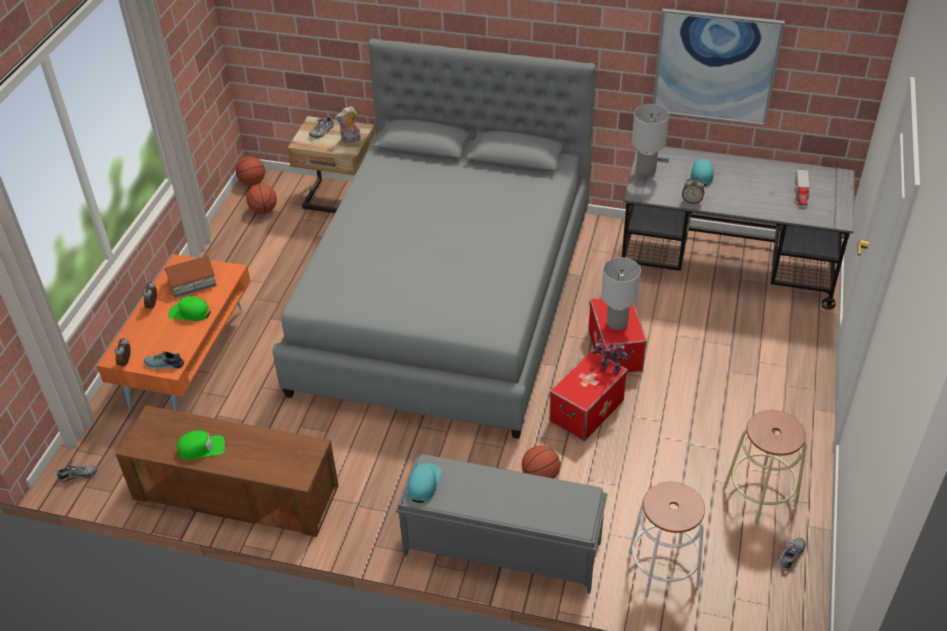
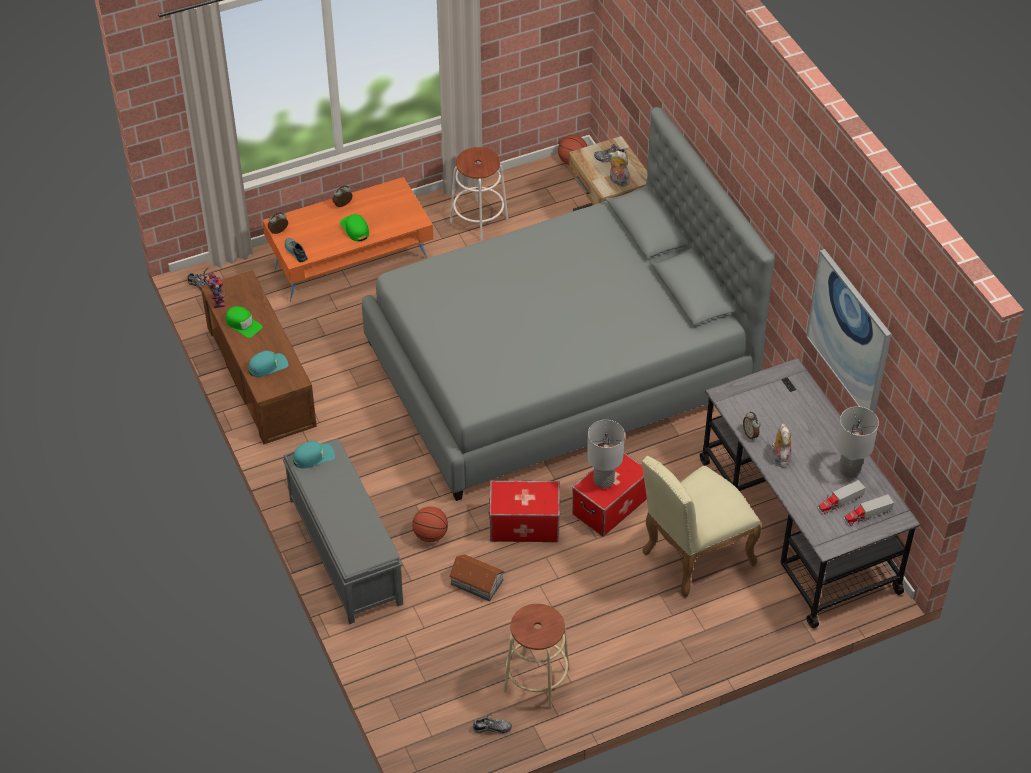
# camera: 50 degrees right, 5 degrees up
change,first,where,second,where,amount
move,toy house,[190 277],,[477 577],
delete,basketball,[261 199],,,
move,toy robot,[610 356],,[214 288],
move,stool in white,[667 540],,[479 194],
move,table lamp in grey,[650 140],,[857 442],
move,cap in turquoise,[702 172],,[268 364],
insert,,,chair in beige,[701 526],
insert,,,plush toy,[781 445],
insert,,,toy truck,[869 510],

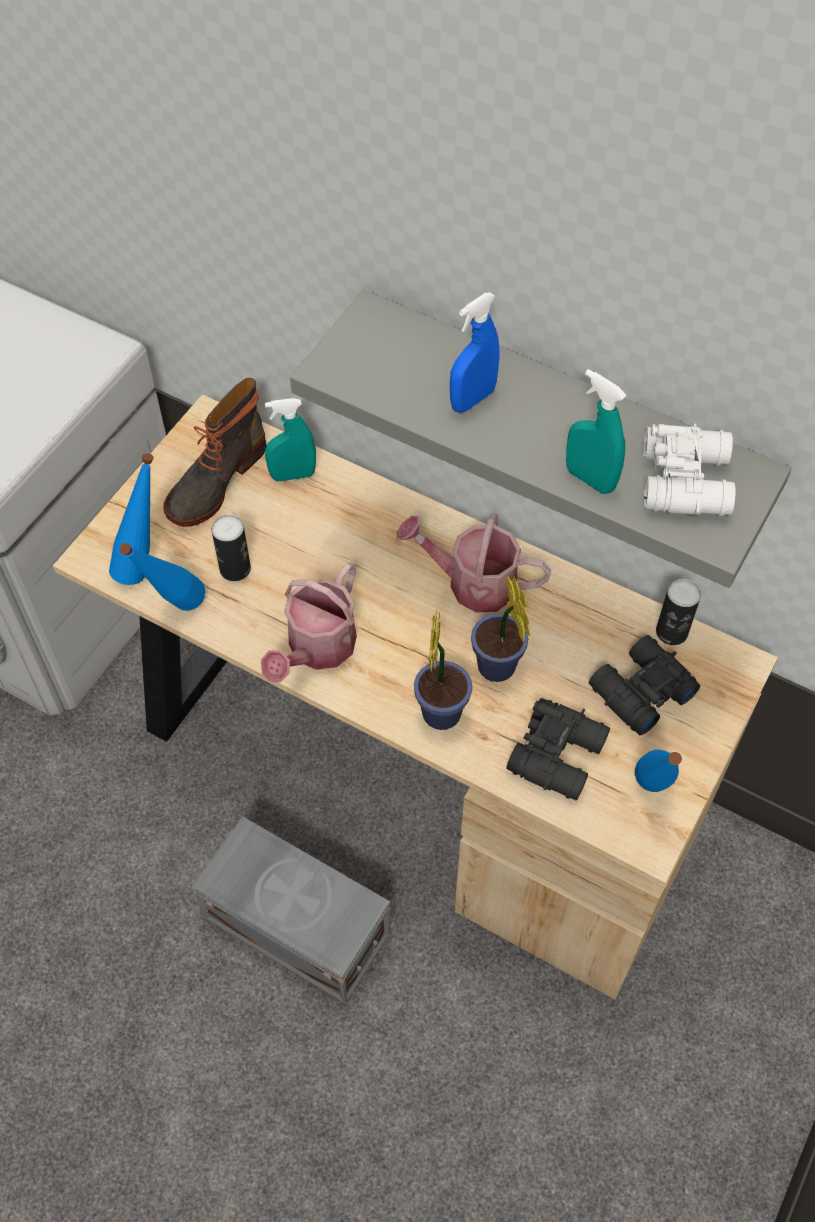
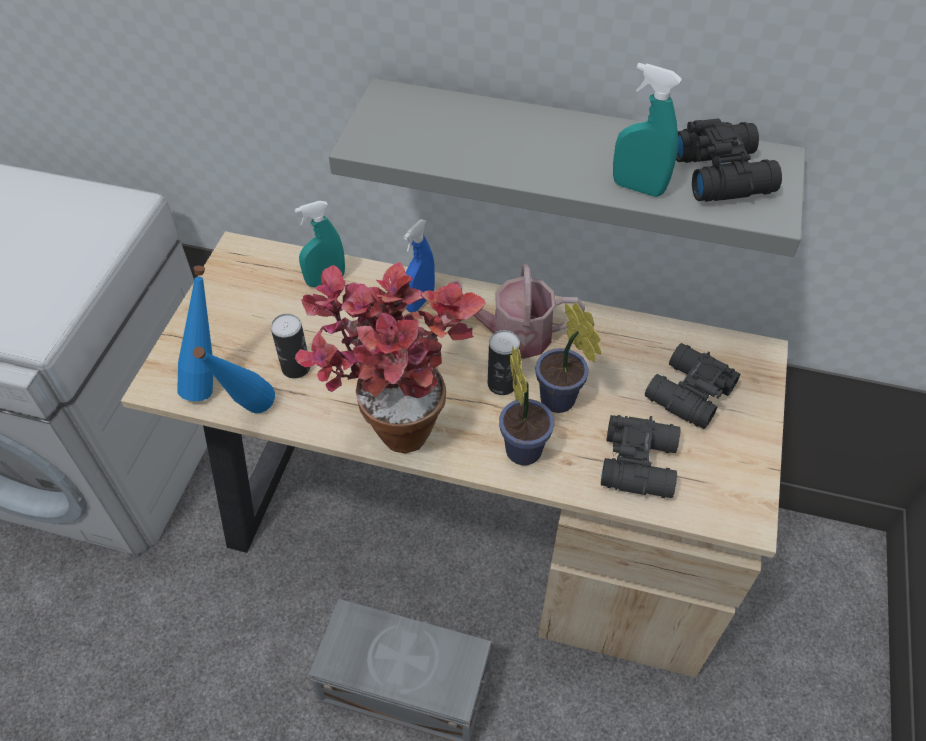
# camera: 15 degrees left, 5 degrees down
change,first,where,second,where,amount
delete,boot,[214 452],,,
replace,watering can,[309 622],potted plant,[390 357],
move,spray bottle in blue,[475 352],,[419 265],
delete,bottle in blue,[658 771],,,
recolor,binoculars in white,[689 469],binoculars in black,[729 160],
move,can,[678 612],,[504 362],

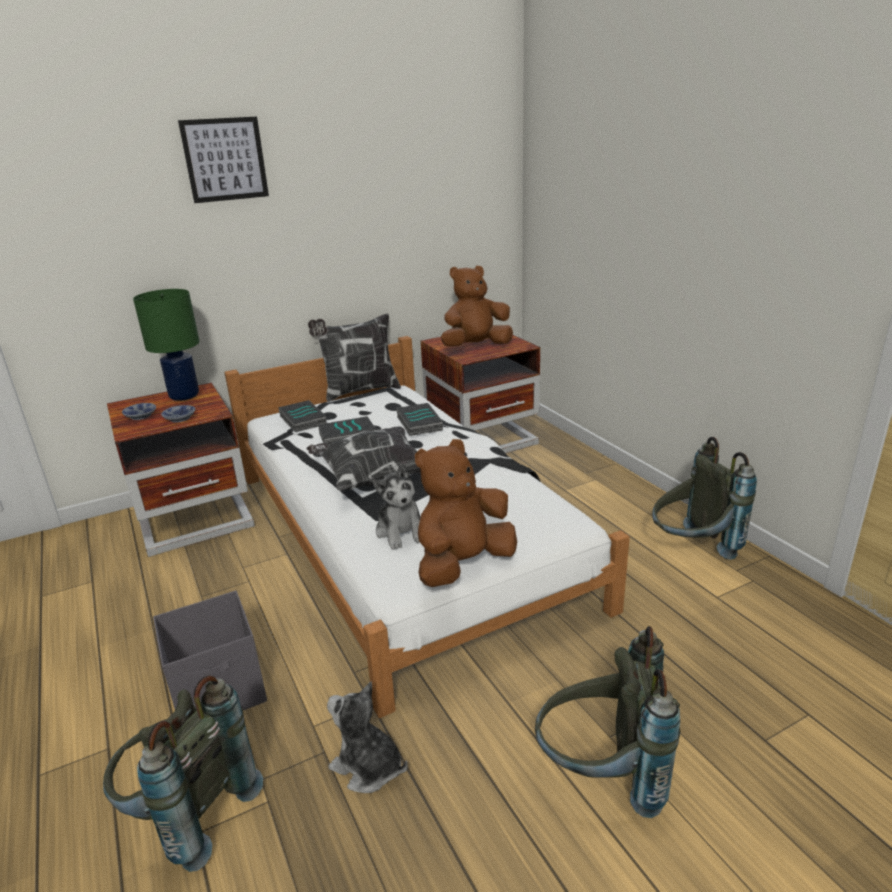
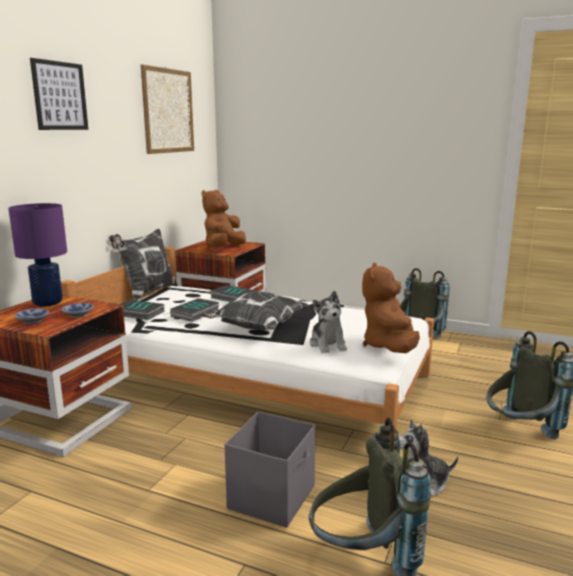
# camera: 40 degrees left, 10 degrees down
change,first,where,second,where,amount
recolor,table lamp in green,[166 345],table lamp in purple,[37 255],
rotate,plush toy,[396 507],,[328 322],45 degrees clockwise
insert,,,picture,[167 109],

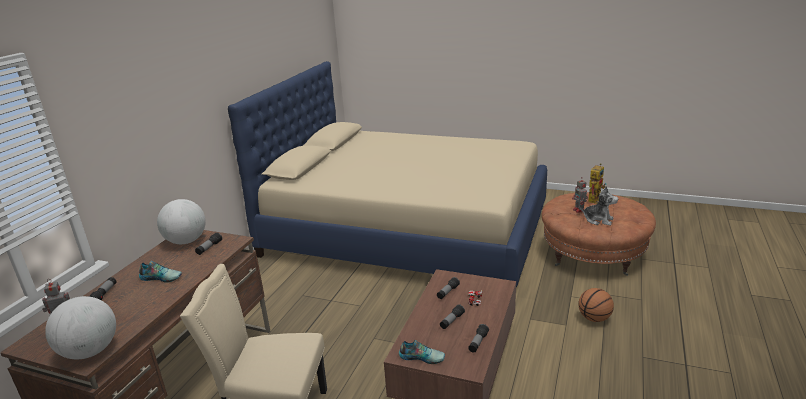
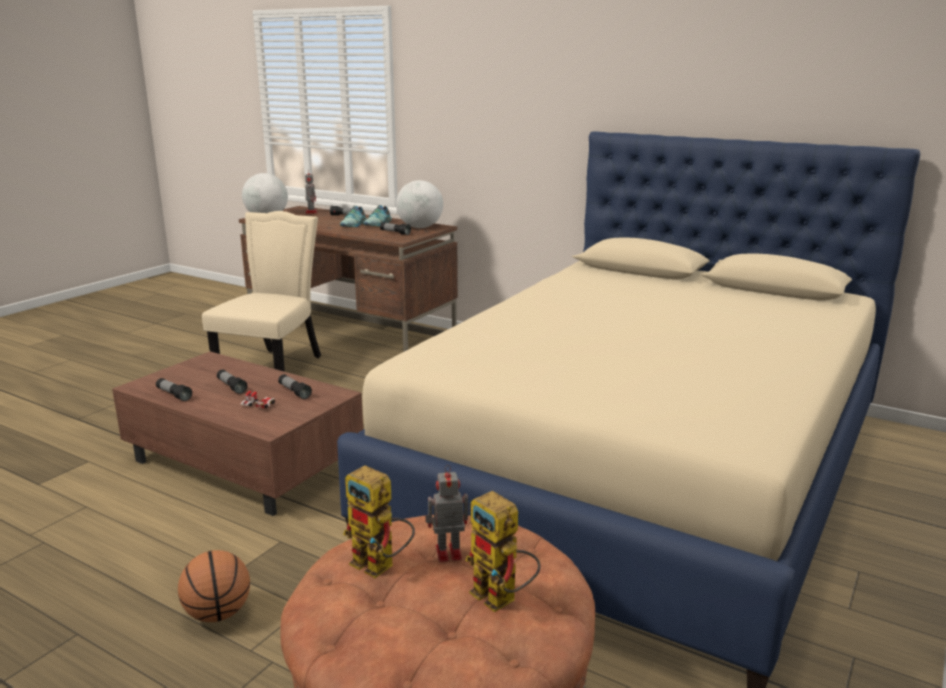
# camera: 100 degrees right, 5 degrees down
change,first,where,second,where,amount
move,shoe,[422 352],,[378 216],
replace,plush toy,[598 206],toy robot,[379 521],

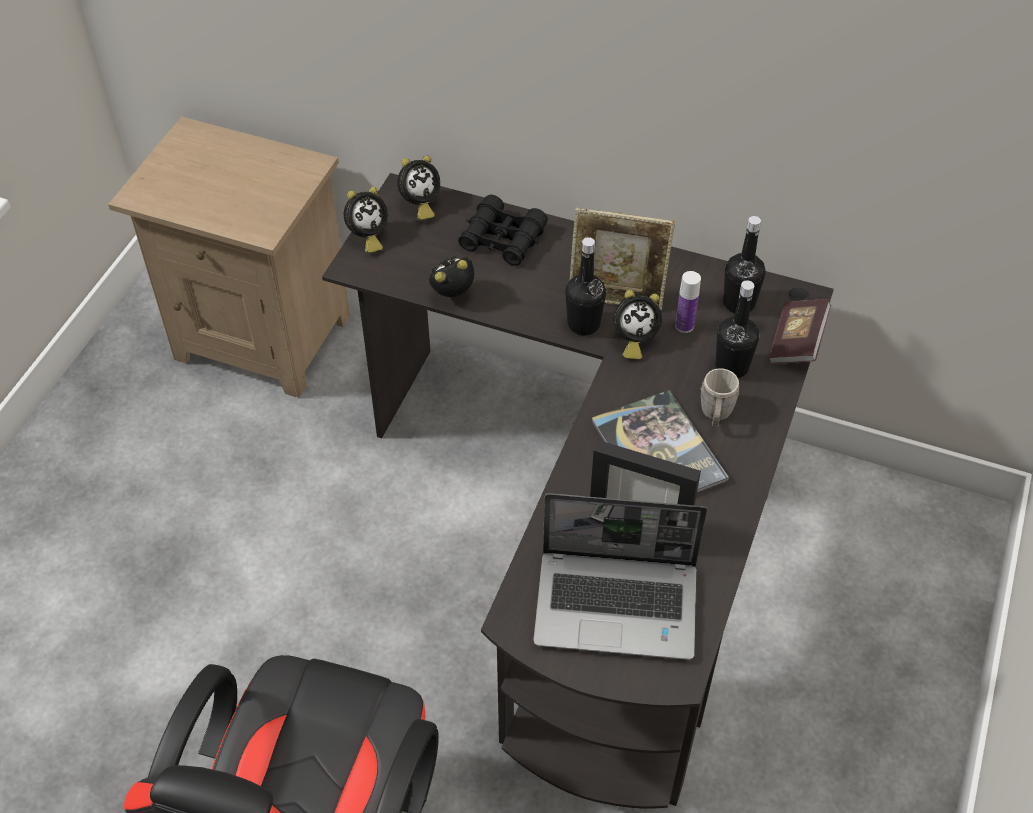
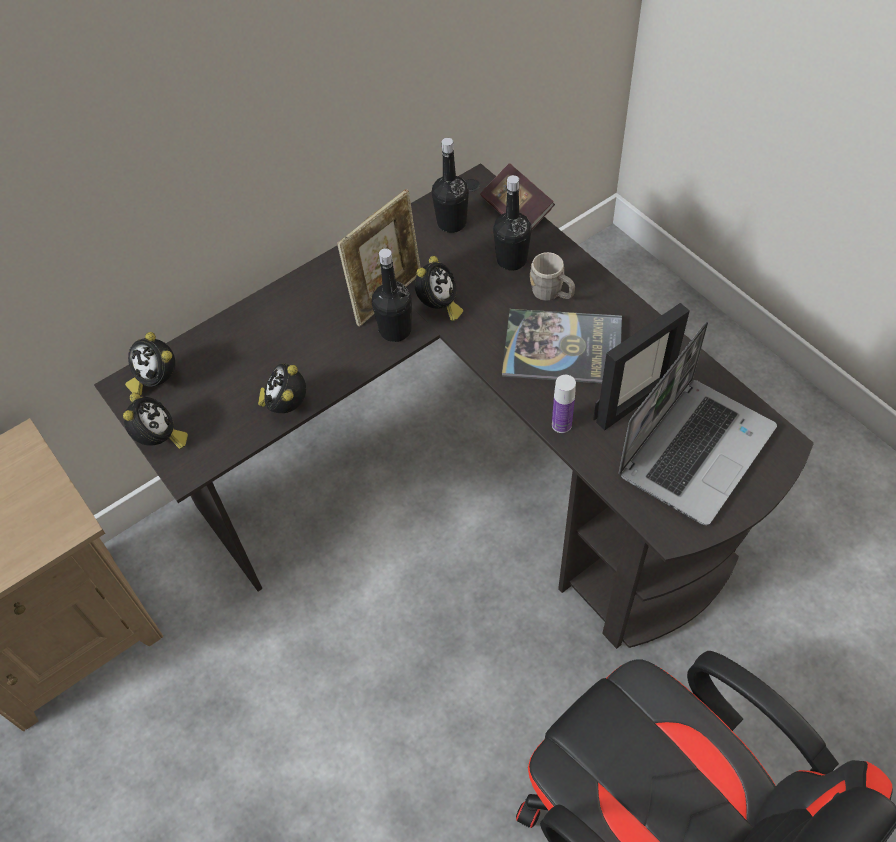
# camera: 55 degrees left, 5 degrees up
change,first,where,second,where,amount
rotate,alarm clock,[418 187],,[150 364],135 degrees clockwise
delete,binoculars in black,[503 230],,,
move,bottle,[688 302],,[564 404],

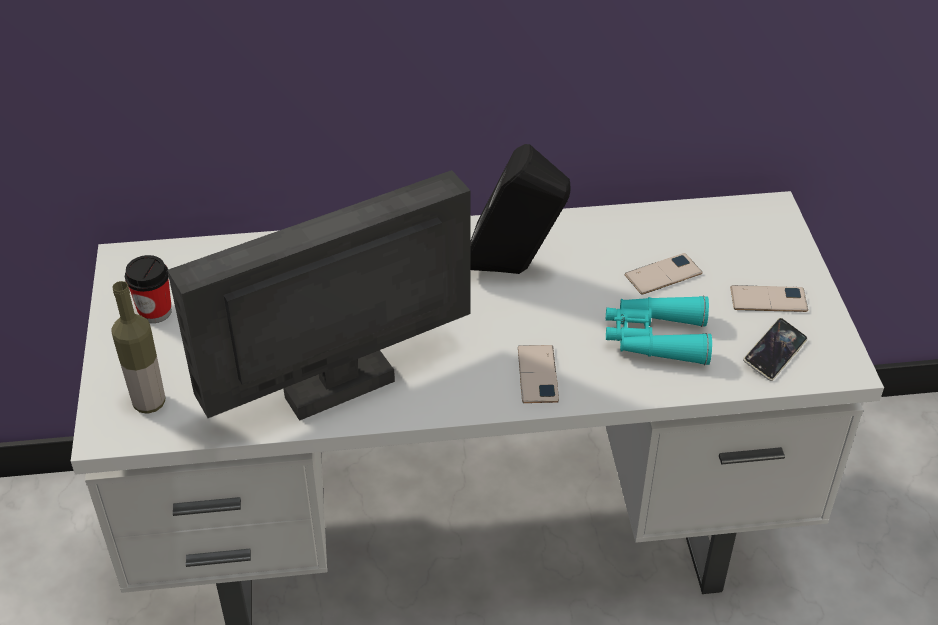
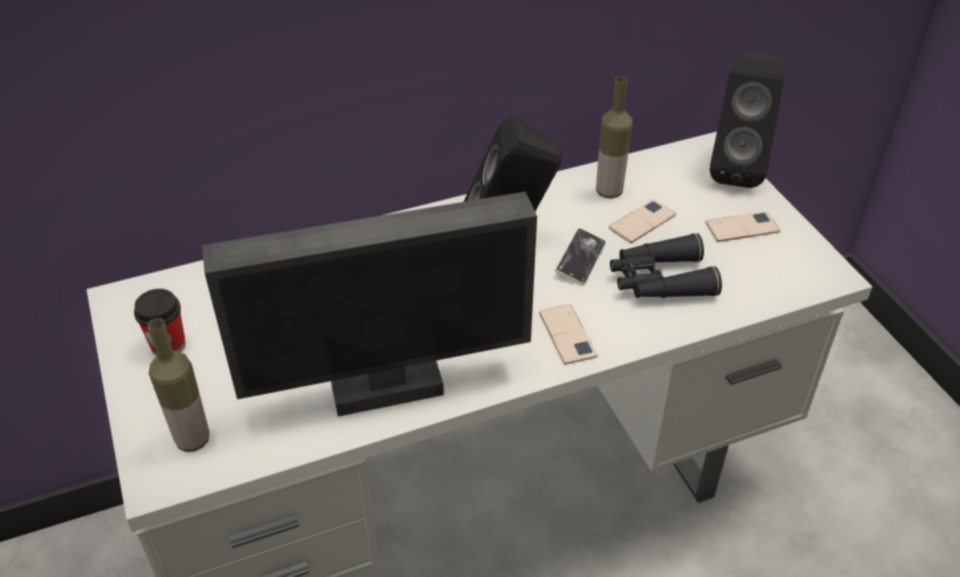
# camera: 15 degrees left, 0 degrees up
change,first,where,second,where,amount
rotate,monitor,[319 295],,[369 304],150 degrees counterclockwise
recolor,binoculars in turquoise,[659 330],binoculars in black,[666 265],
move,phone,[775 349],,[580 256],
insert,,,bottle,[614 137],
insert,,,speaker in black,[747 120],

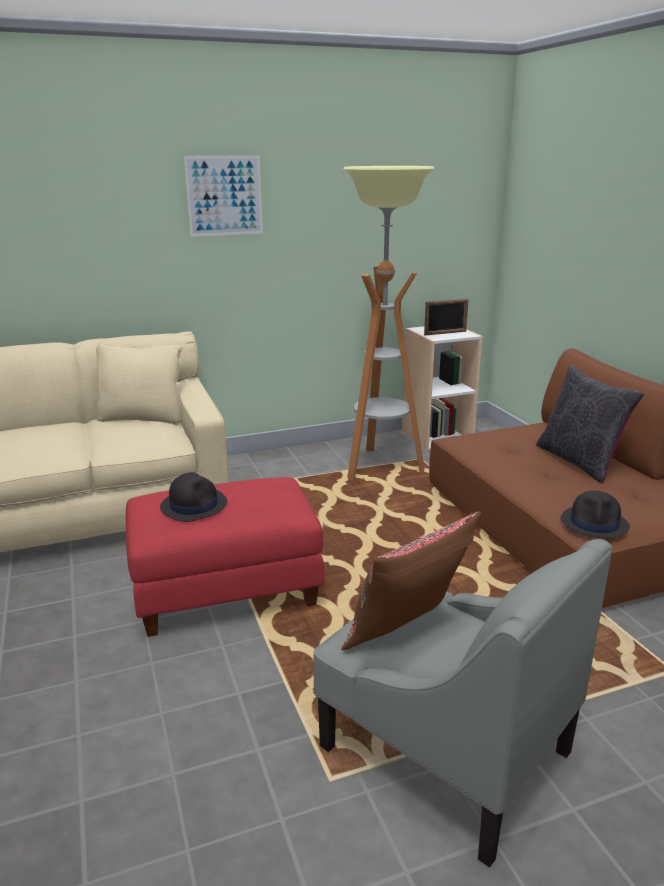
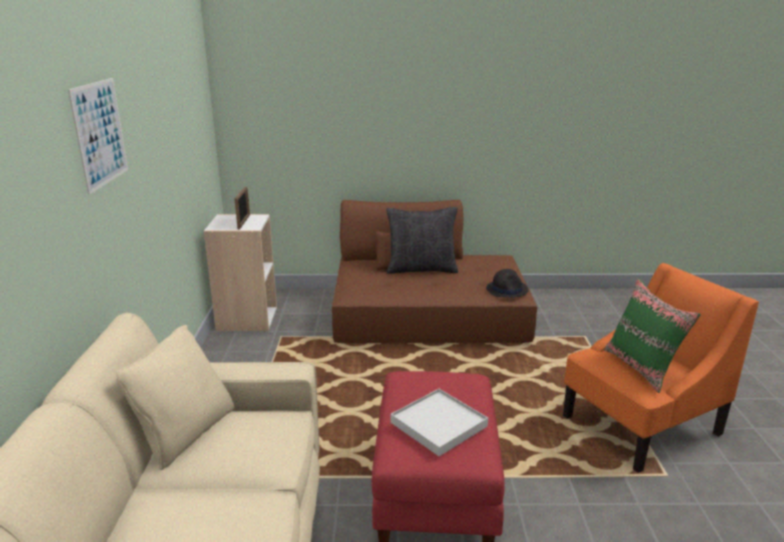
# camera: 70 degrees left, 0 degrees up
change,first,where,second,where,amount
replace,hat in black,[193 497],tray in white,[439 422],
recolor,armchair in grey,[462 703],armchair in orange,[661 368],
recolor,pillow in brown,[411 580],pillow in green,[652 335],
delete,floor lamp,[388 323],,,

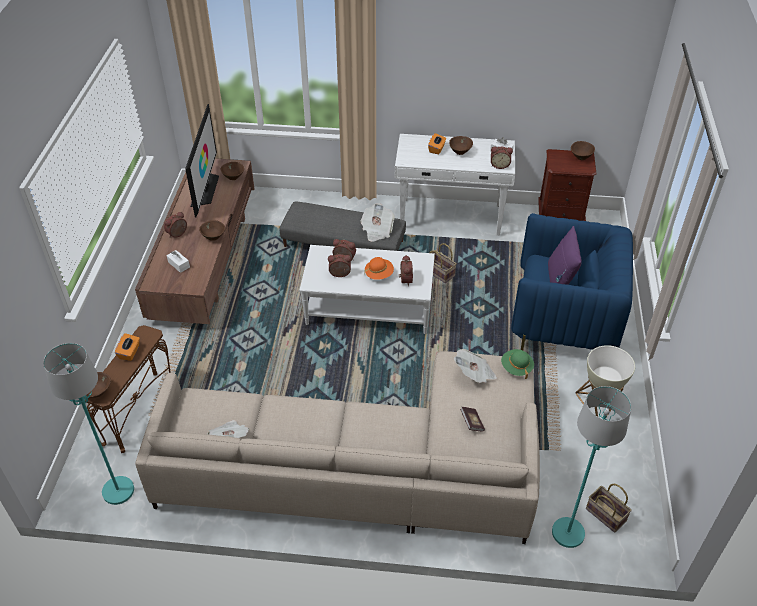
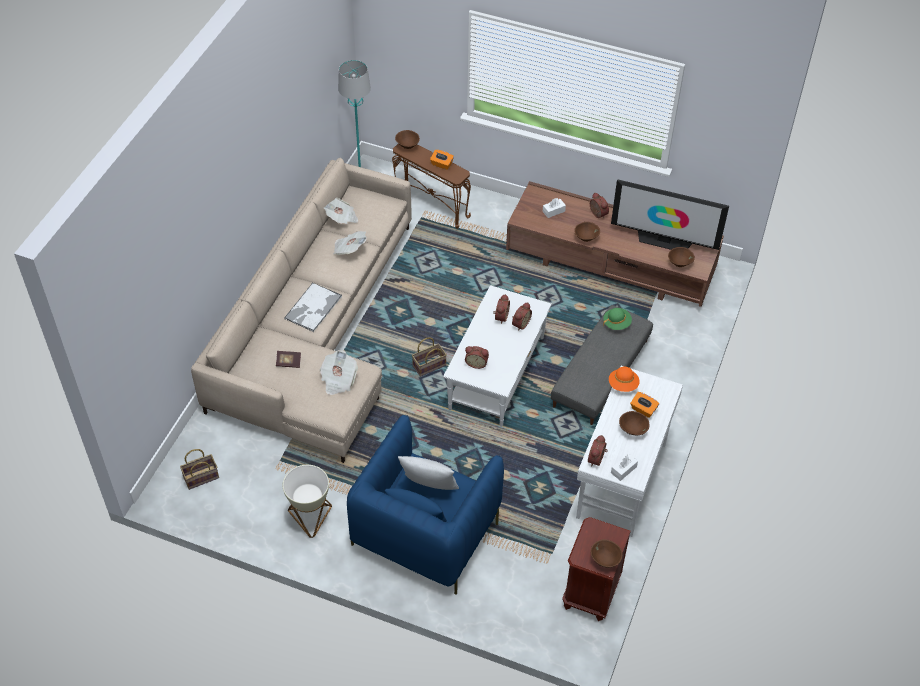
# camera: 105 degrees right, 5 degrees up
change,first,where,second,where,amount
move,newspaper,[377 222],,[350 243],
move,hat in orange,[379 268],,[624 379],
move,basket,[443 263],,[429 357],
move,hat in green,[517 364],,[617 319],
recolor,pillow in purple,[565 255],pillow in grey,[428 473],
delete,floor lamp in turquoise,[591 467],,,
insert,,,tray,[313 307],

